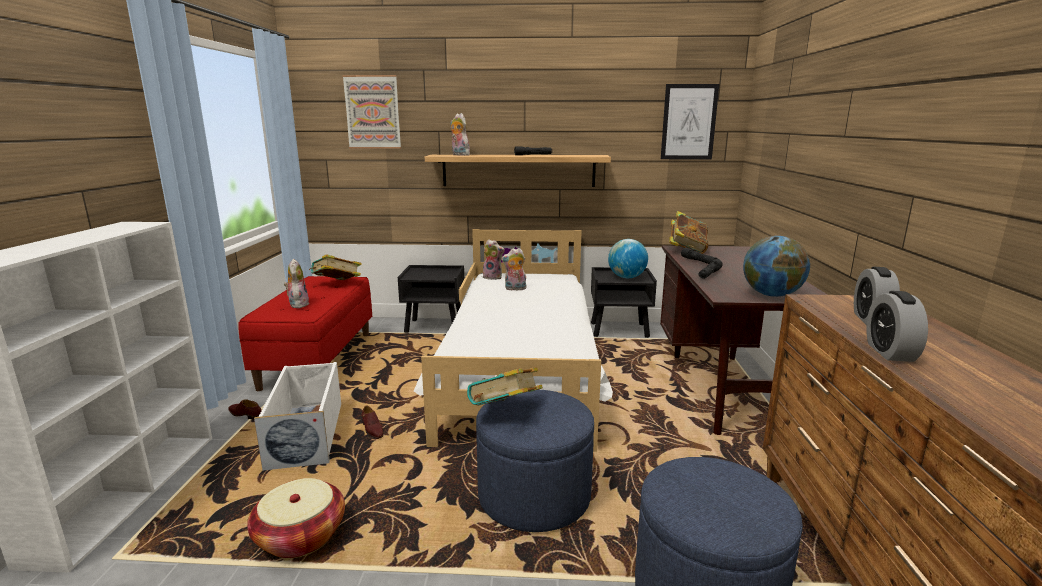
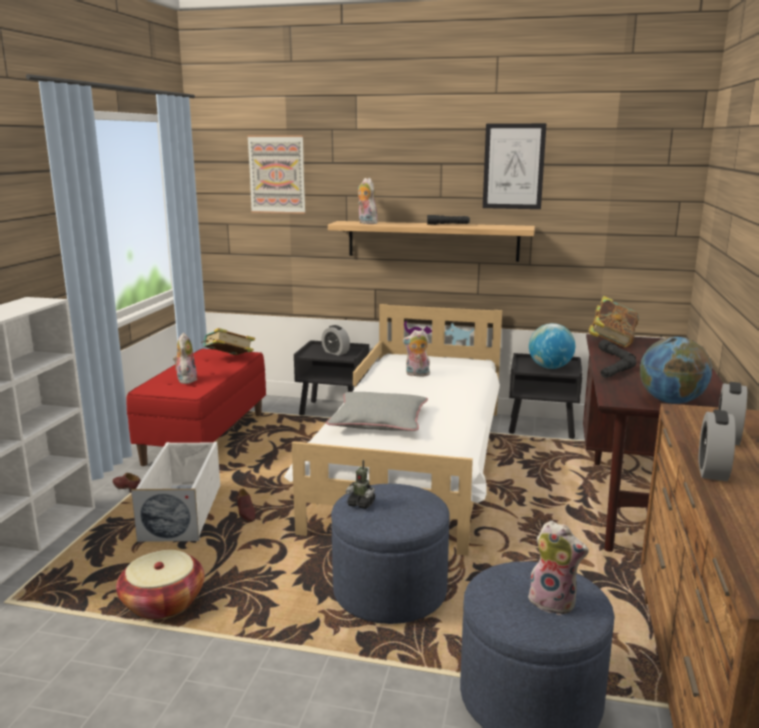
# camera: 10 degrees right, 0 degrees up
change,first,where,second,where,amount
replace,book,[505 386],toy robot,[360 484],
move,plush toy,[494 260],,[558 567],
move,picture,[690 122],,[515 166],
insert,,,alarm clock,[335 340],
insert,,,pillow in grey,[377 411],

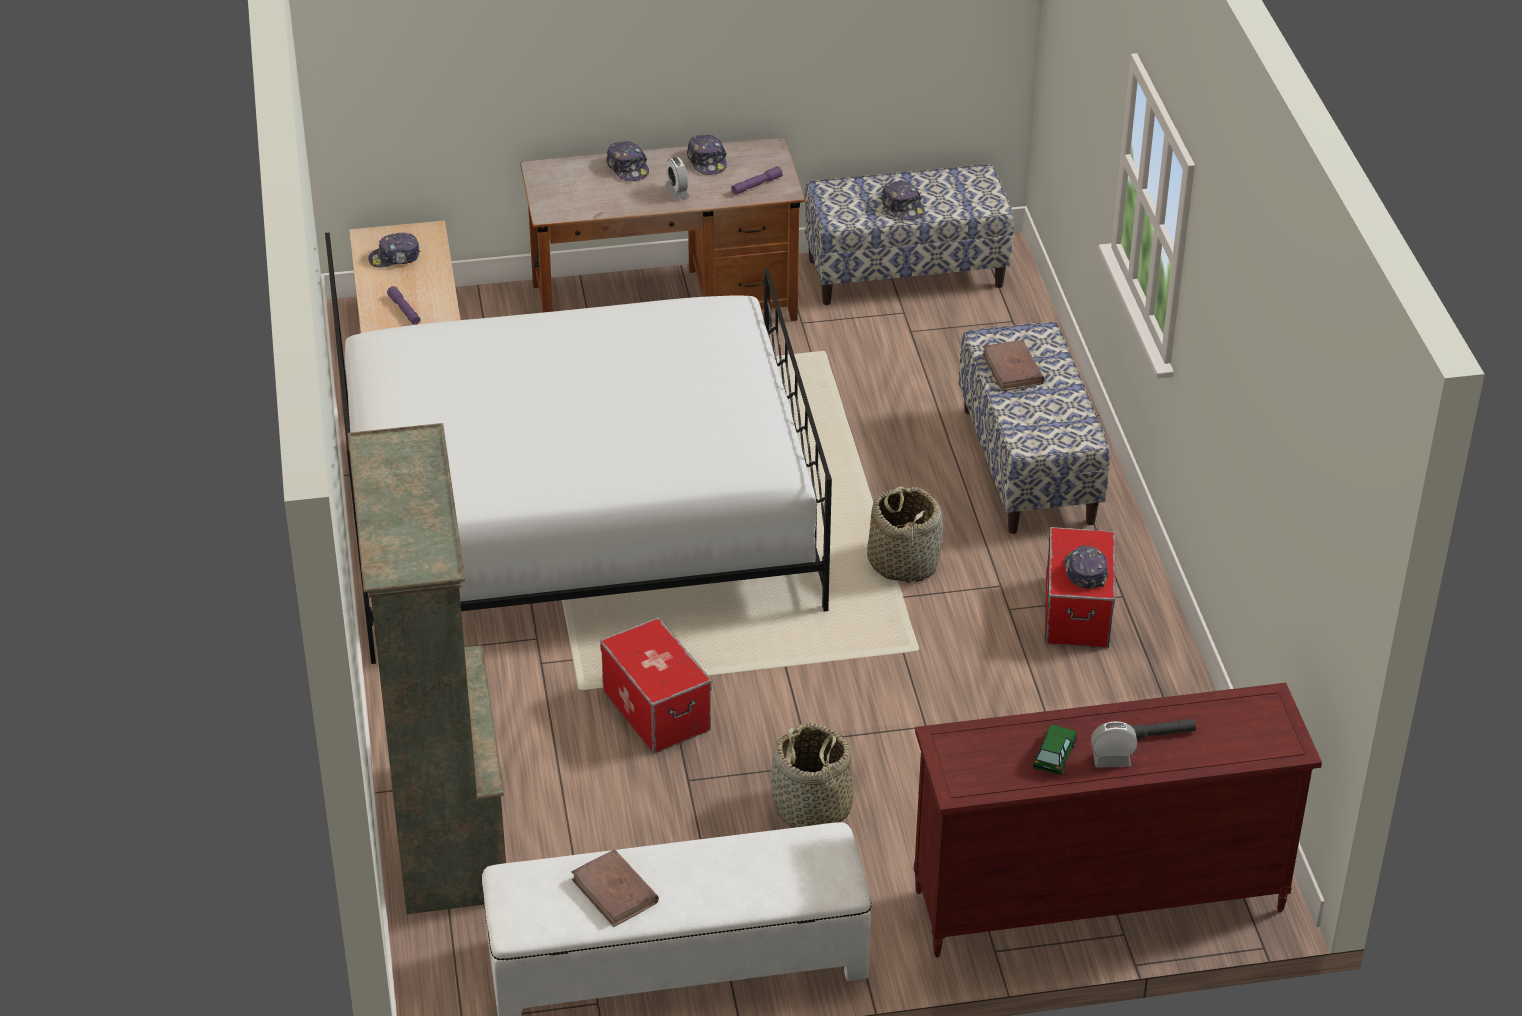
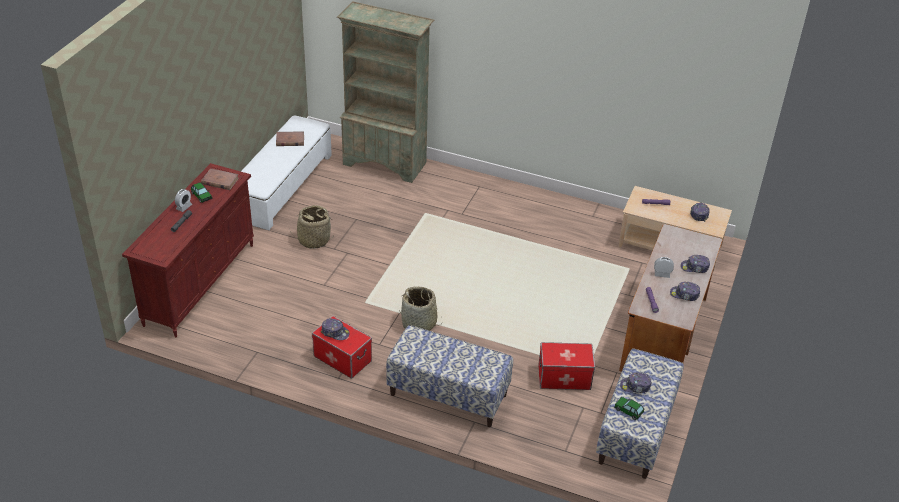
# camera: 120 degrees right, 0 degrees up
change,first,where,second,where,amount
delete,bed in white,[578 448],,,
move,storage box,[656 686],,[566 366],
move,book in brown,[1013 365],,[220 179],
insert,,,toy car,[629 408],

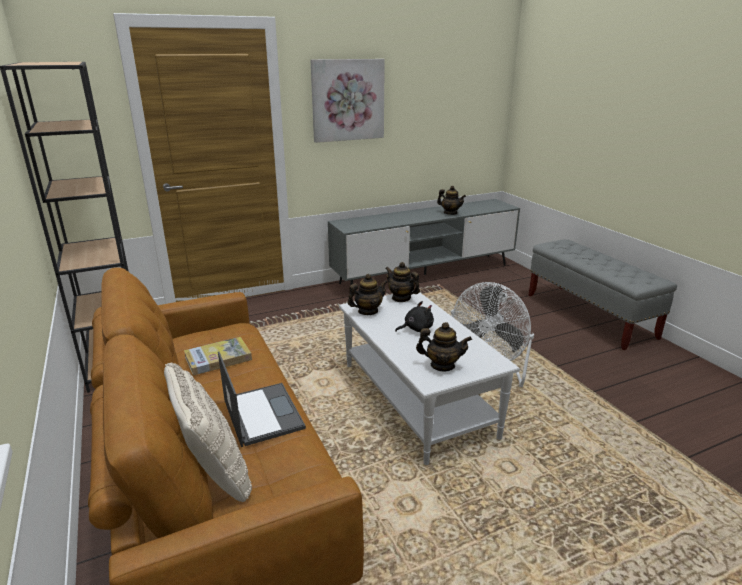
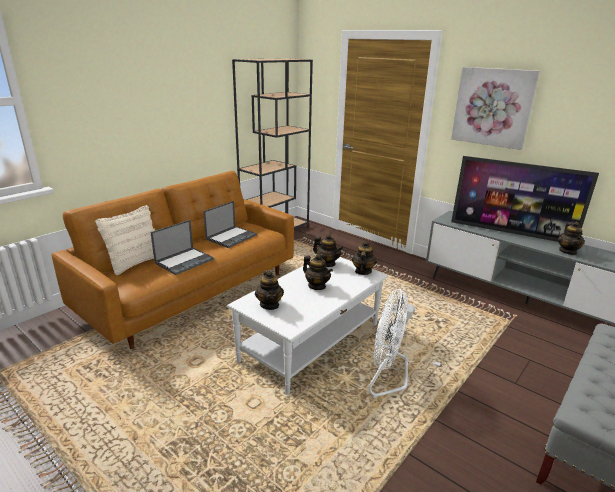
# camera: 65 degrees right, 0 degrees up
change,first,where,second,where,amount
replace,book,[218 356],laptop,[230 224],
replace,plush toy in black,[414 316],teapot,[318 272],
insert,,,television,[525 199],

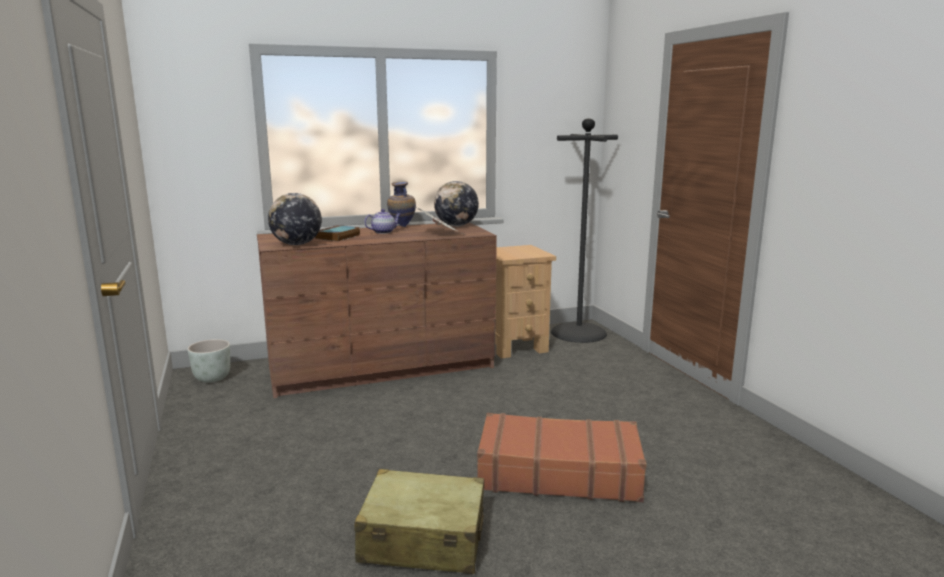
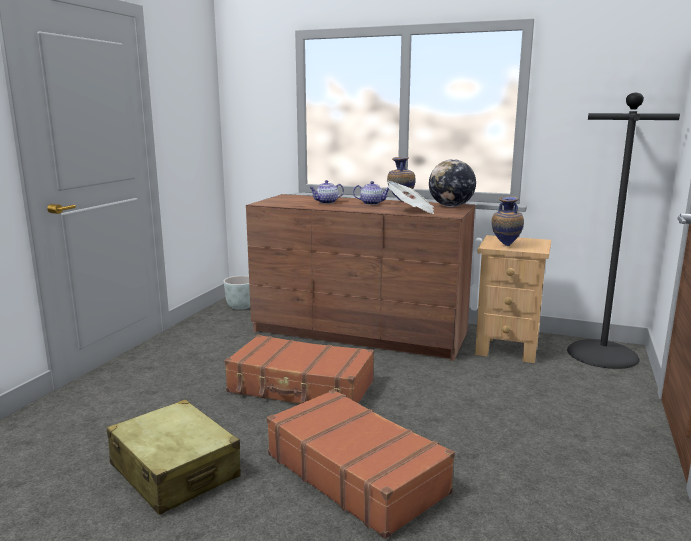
# camera: 40 degrees right, 0 degrees up
change,first,where,second,where,amount
delete,globe,[295 219],,,
replace,book,[337 233],teapot,[326 192],
insert,,,suitcase in brown,[299 369],
insert,,,vase,[508 221],

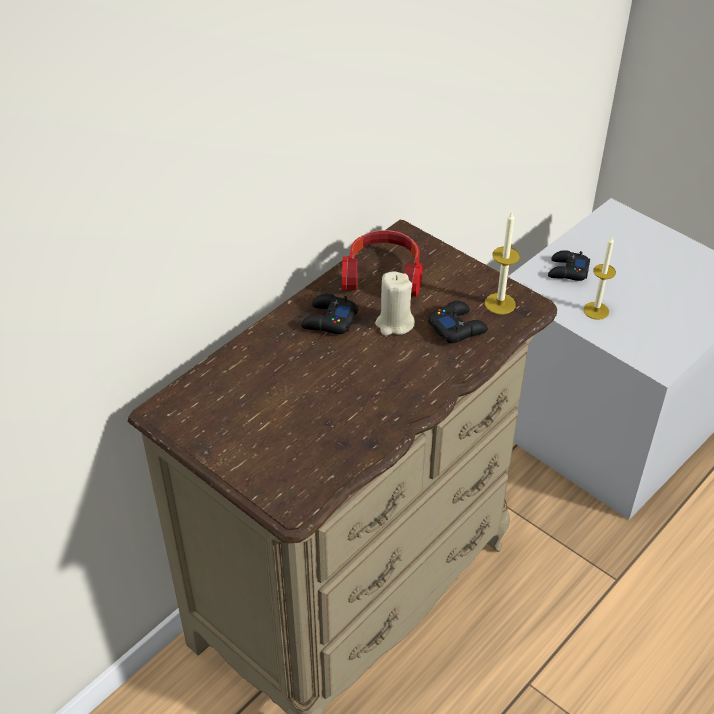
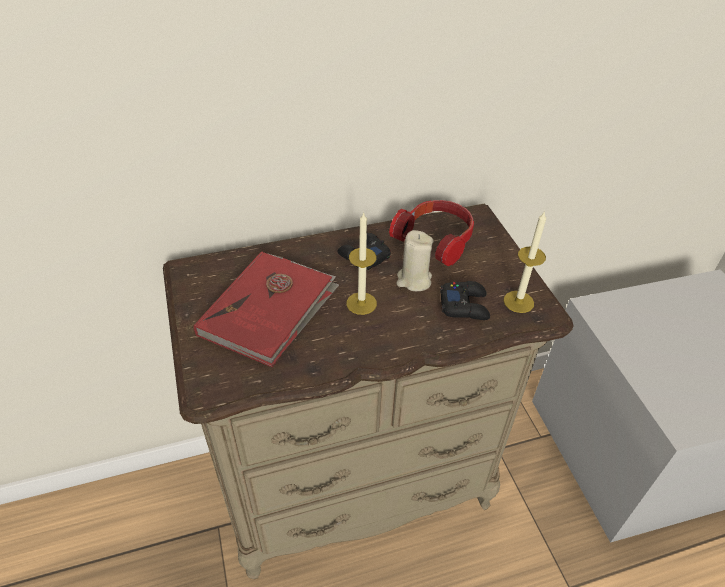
# camera: 30 degrees right, 0 degrees up
change,first,where,second,where,amount
delete,game controller in black,[569 265],,,
move,candle,[599 278],,[361 263],
insert,,,book in red,[266 309],

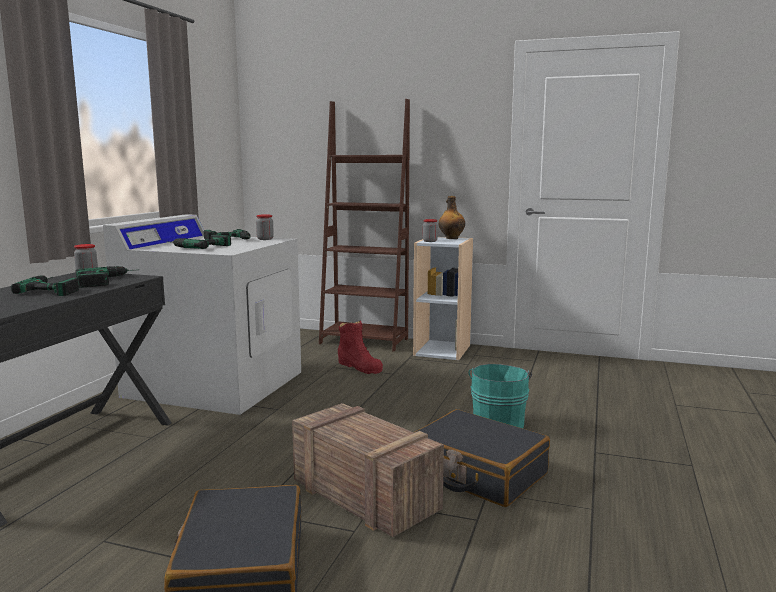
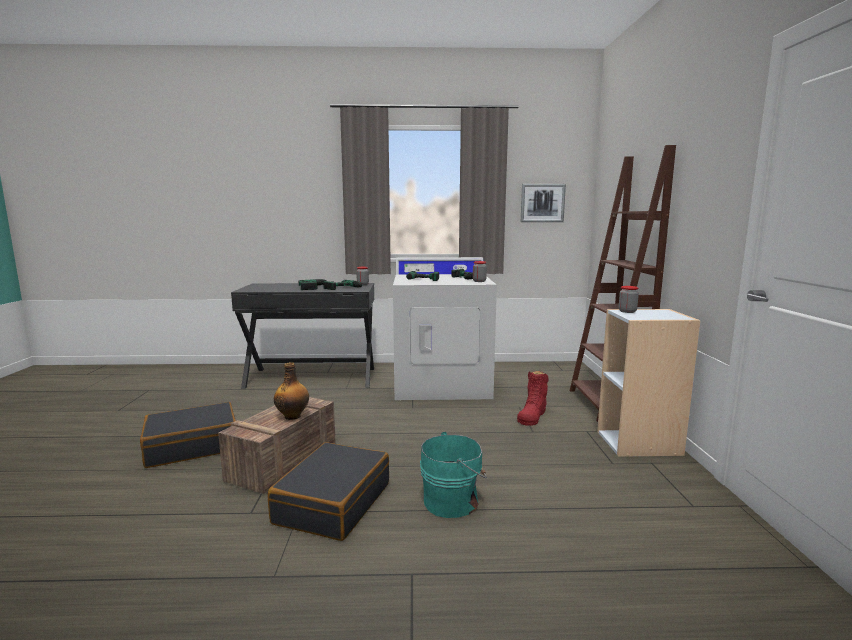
# camera: 70 degrees right, 0 degrees up
change,first,where,second,where,amount
move,bottle,[452 217],,[291 391],
insert,,,picture,[543 203],

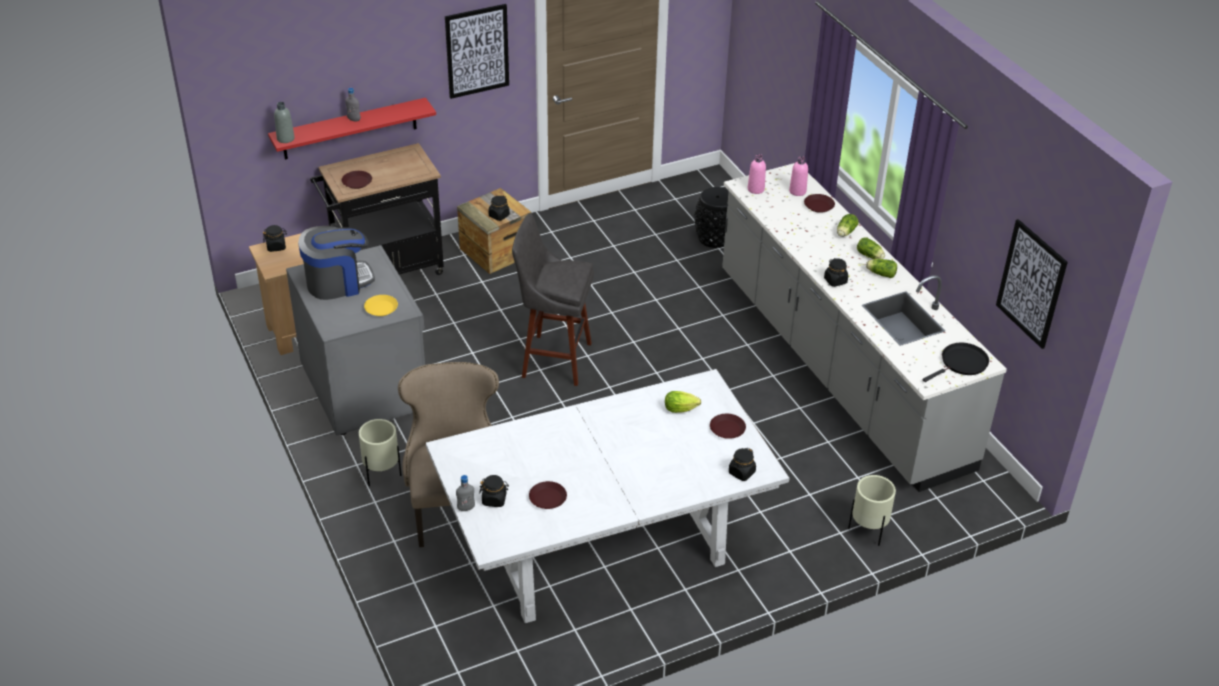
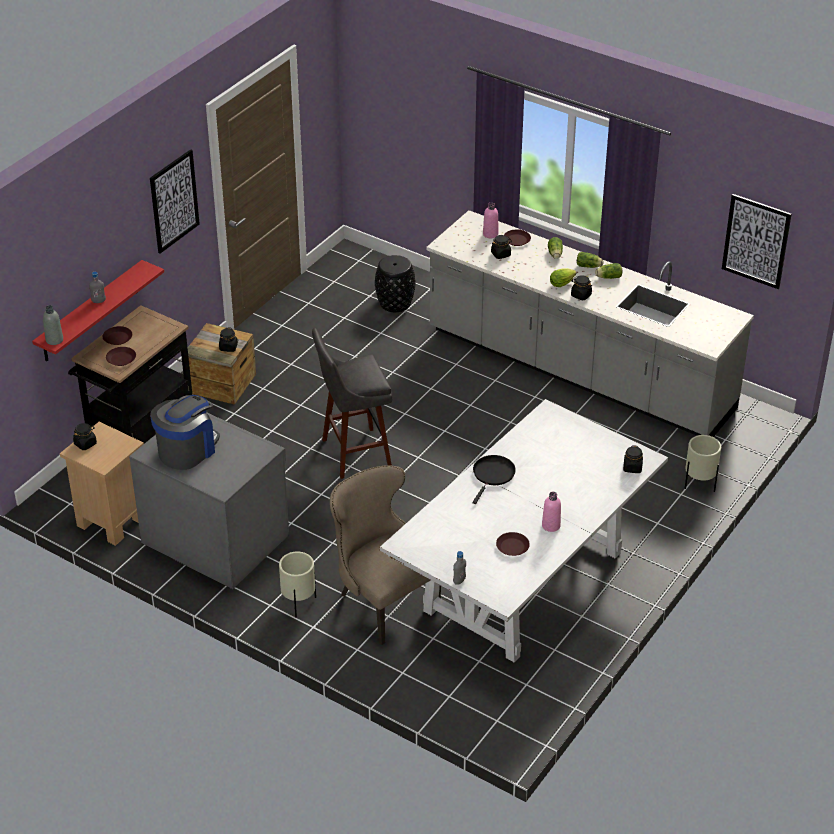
# camera: 30 degrees left, 0 degrees up
change,first,where,second,where,amount
delete,plate in yellow,[381 305],,,
move,jar in black,[494 491],,[501 247],
move,lettuce,[683 402],,[563 277],
move,plate in brown,[728 426],,[117 335],
move,bottle in pink,[757 174],,[551 512],
move,frying pan in black,[955 362],,[494 479],

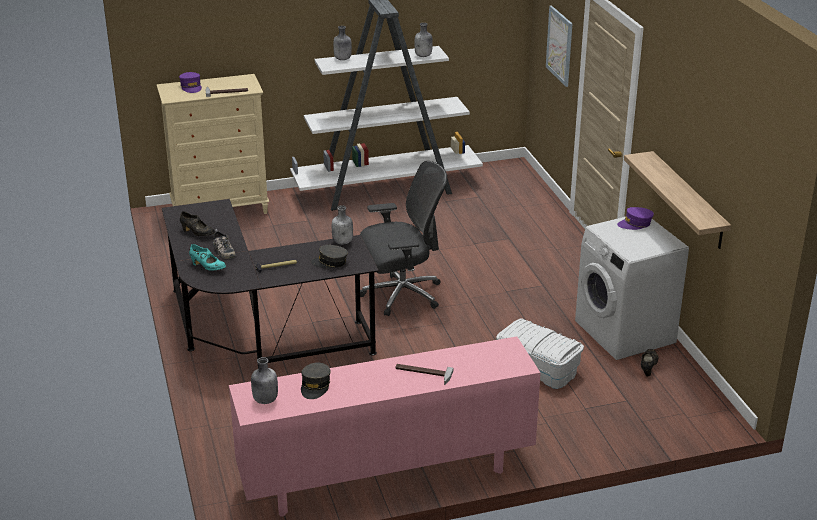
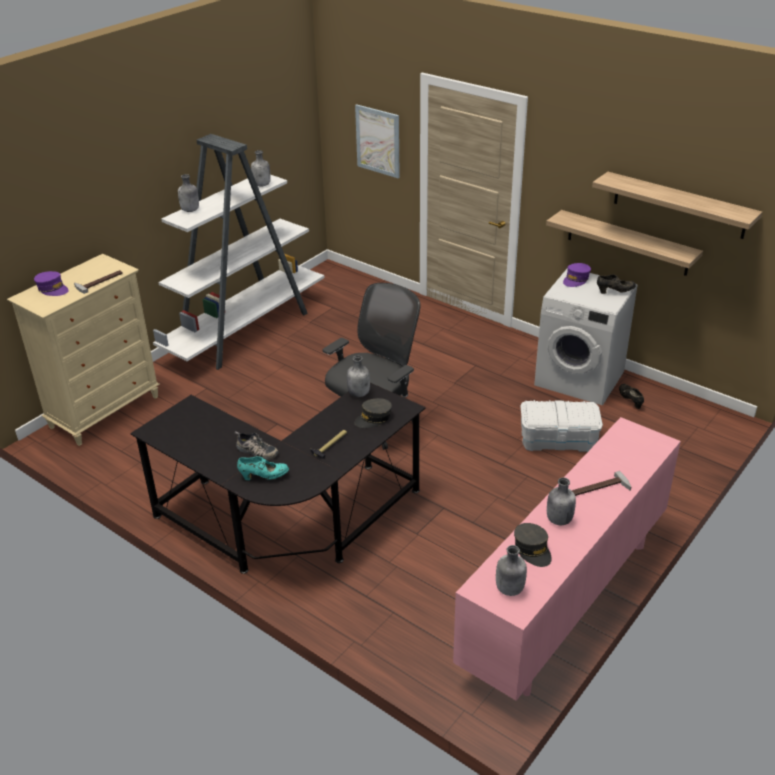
# camera: 35 degrees left, 5 degrees up
change,first,where,second,where,amount
move,shoe in black,[197 223],,[616 284],
insert,,,bottle in grey,[561 501],
insert,,,shelf,[677 205],

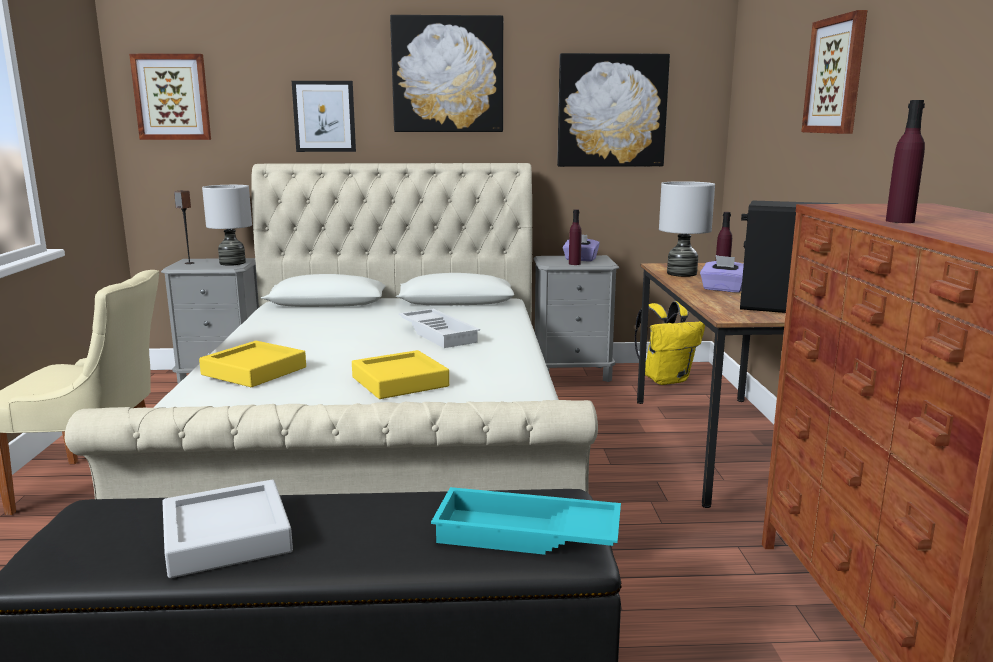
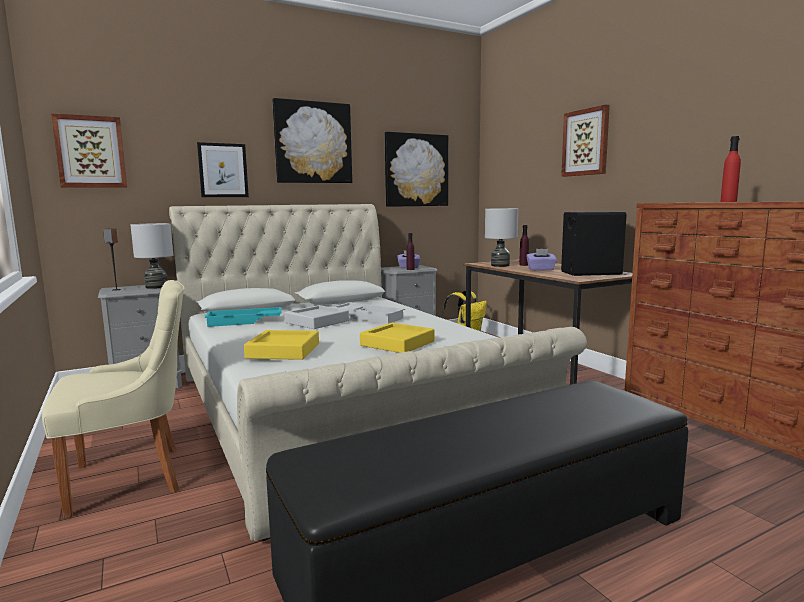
# camera: 25 degrees left, 5 degrees down
change,first,where,second,where,amount
move,tray in grey,[227 529],,[316 317],
move,tray in turquoise,[526 521],,[243 317],
recolor,bottle in purple,[905 161],bottle in red,[731 169],

